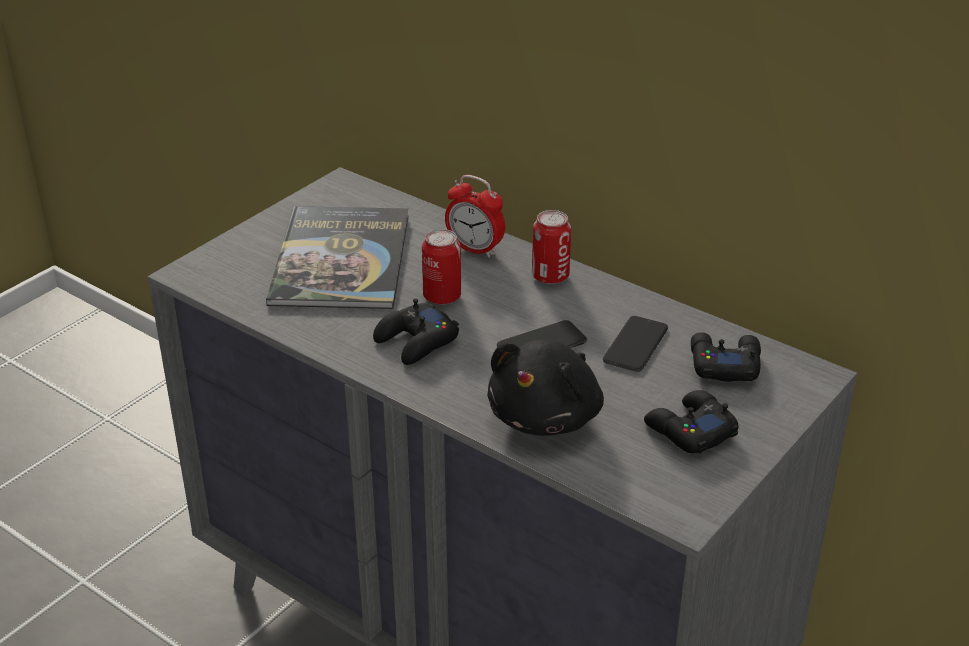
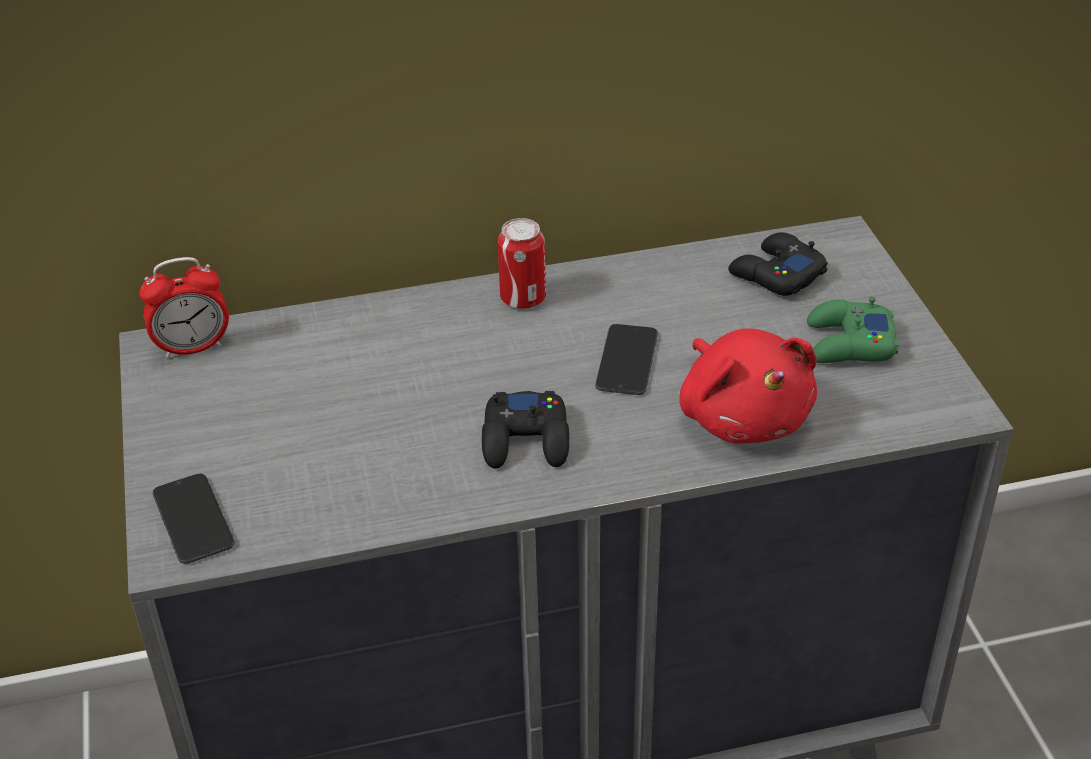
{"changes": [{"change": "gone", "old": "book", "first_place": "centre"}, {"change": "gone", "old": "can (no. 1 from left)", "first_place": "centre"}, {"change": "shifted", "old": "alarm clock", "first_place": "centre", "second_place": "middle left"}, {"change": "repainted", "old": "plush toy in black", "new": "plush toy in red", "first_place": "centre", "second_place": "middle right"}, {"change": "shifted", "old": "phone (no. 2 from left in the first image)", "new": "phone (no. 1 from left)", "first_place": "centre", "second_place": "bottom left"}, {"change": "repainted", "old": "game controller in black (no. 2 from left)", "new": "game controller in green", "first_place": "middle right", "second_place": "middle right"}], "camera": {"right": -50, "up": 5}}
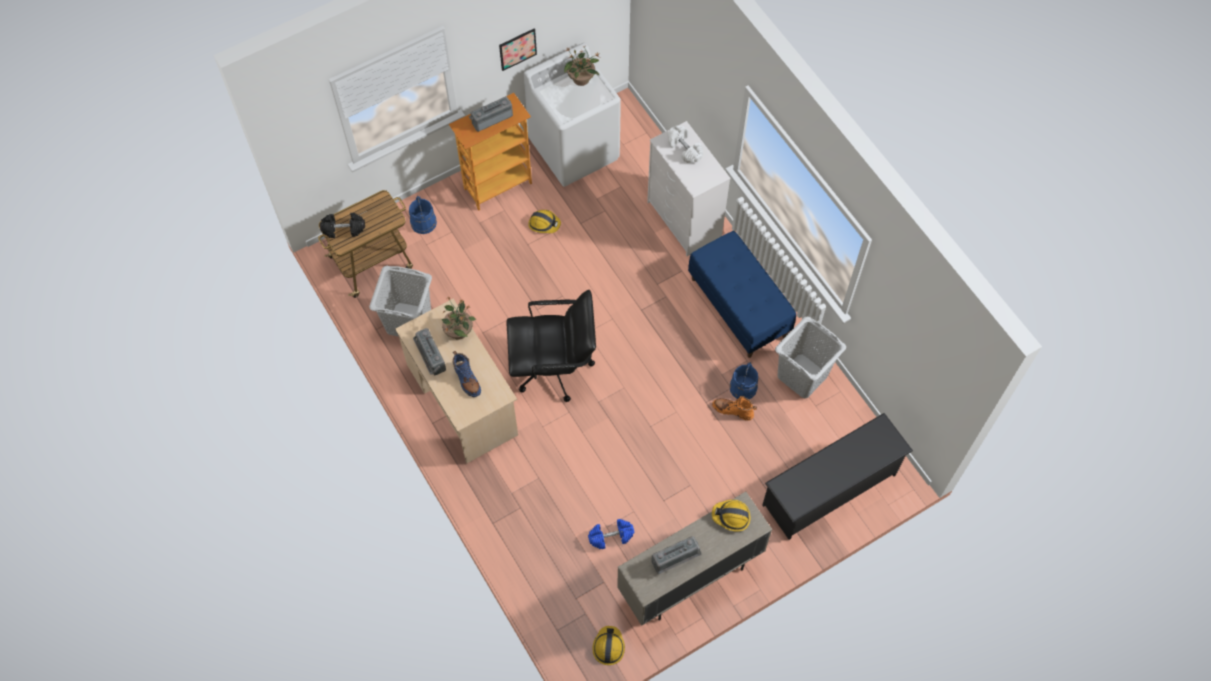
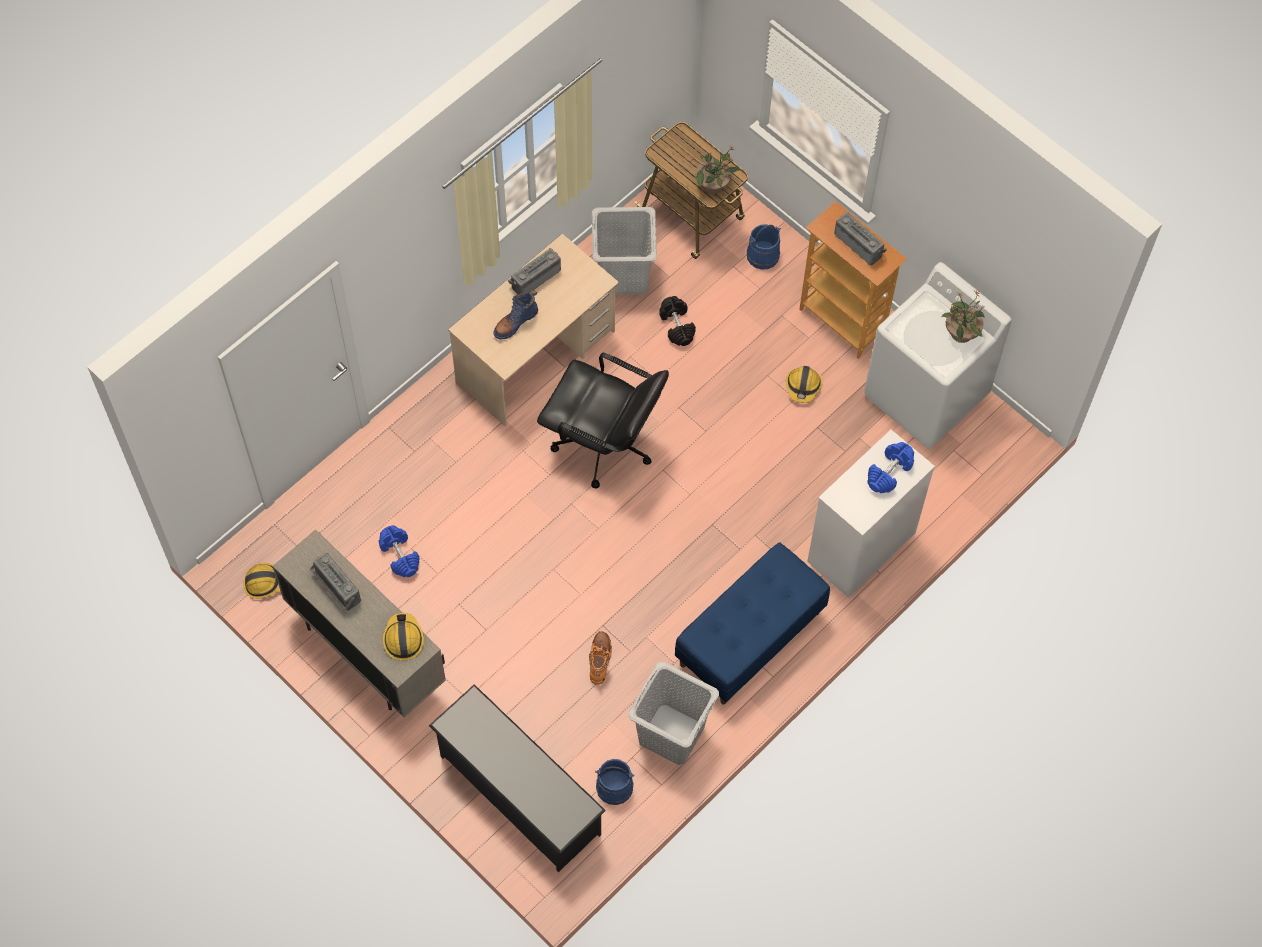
{"changes": [{"change": "shifted", "old": "dumbbell in black", "first_place": "top left", "second_place": "centre"}, {"change": "shifted", "old": "potted plant (no. 1 from left)", "first_place": "centre", "second_place": "top centre"}, {"change": "gone", "old": "picture", "first_place": "top centre"}, {"change": "rotated", "old": "office chair in black", "first_place": "centre", "second_place": "centre", "degrees": -45}, {"change": "repainted", "old": "dumbbell in white", "new": "dumbbell in blue (no. 2 from left)", "first_place": "top centre", "second_place": "middle right"}, {"change": "shifted", "old": "bucket in blue (no. 2 from left in the first image)", "new": "bucket in blue (no. 1 from left)", "first_place": "centre", "second_place": "bottom centre"}], "camera": {"right": 75, "up": 0}}
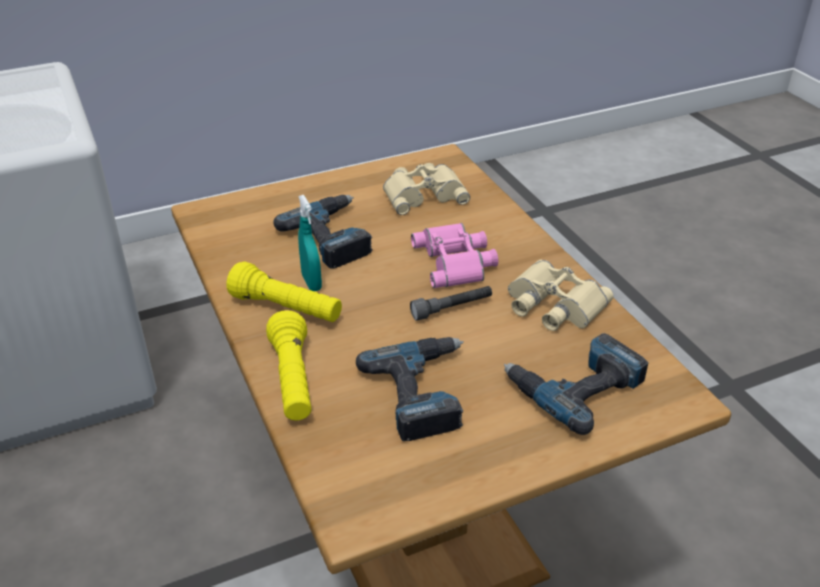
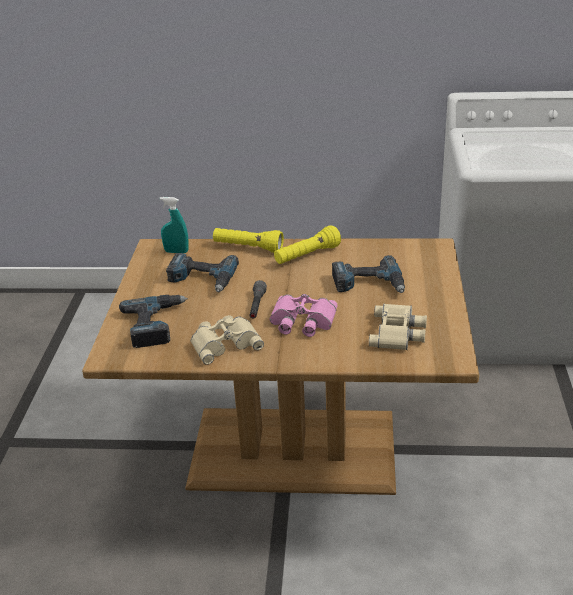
{"changes": [{"change": "shifted", "old": "spray bottle in turquoise", "first_place": "centre", "second_place": "middle left"}], "camera": {"right": 120, "up": -5}}
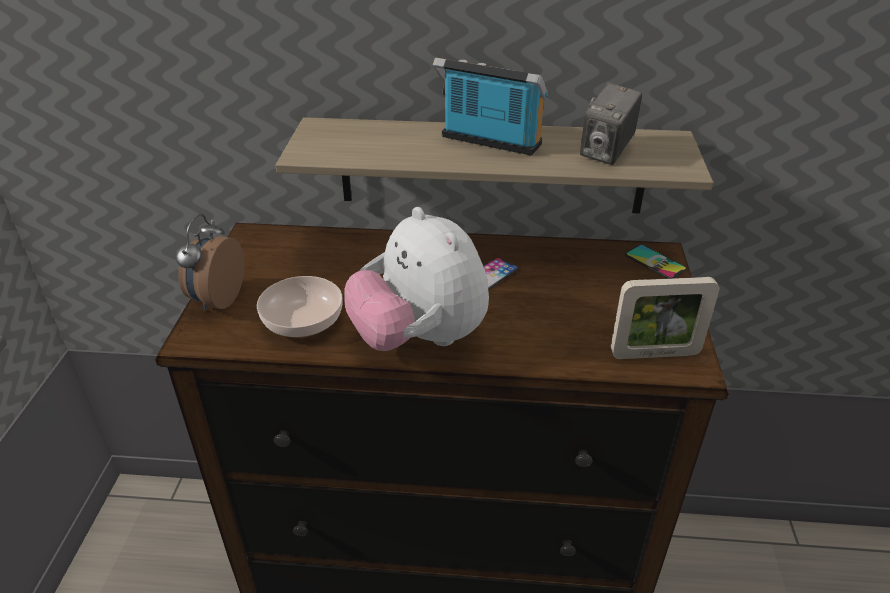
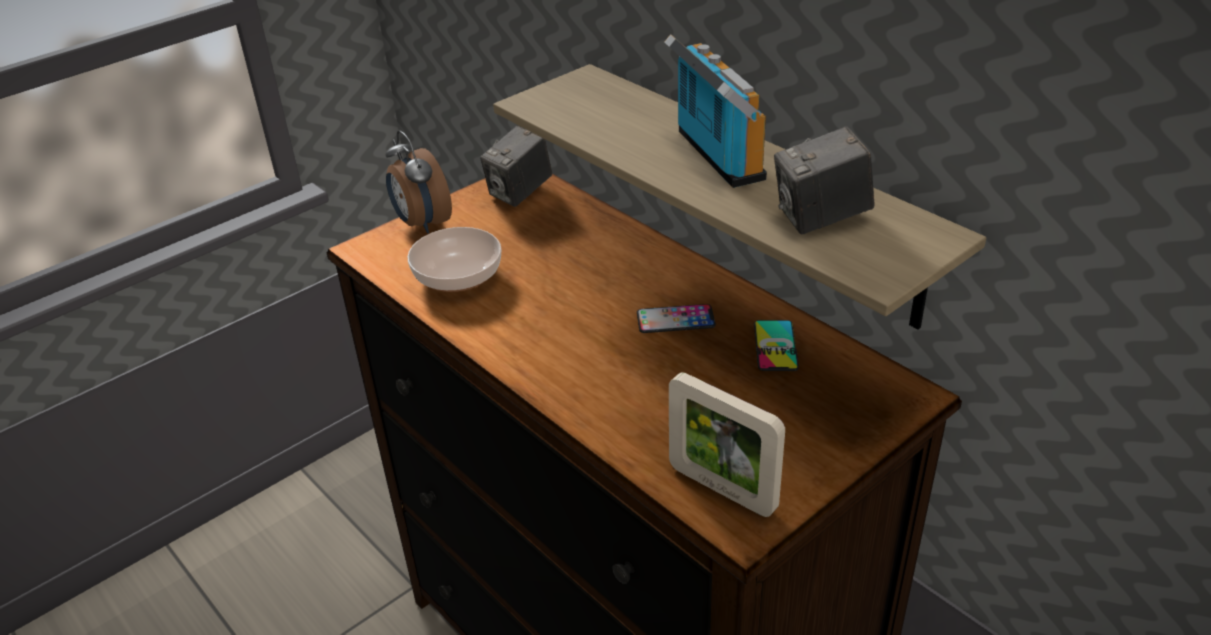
{"changes": [{"change": "rotated", "old": "alarm clock", "first_place": "middle left", "second_place": "top centre", "degrees": -90}, {"change": "gone", "old": "plush toy", "first_place": "centre"}, {"change": "shifted", "old": "phone (no. 2 from left)", "first_place": "middle right", "second_place": "centre"}, {"change": "new", "new": "photo camera (no. 1 from left)", "second_place": "top centre"}], "camera": {"right": 45, "up": 0}}
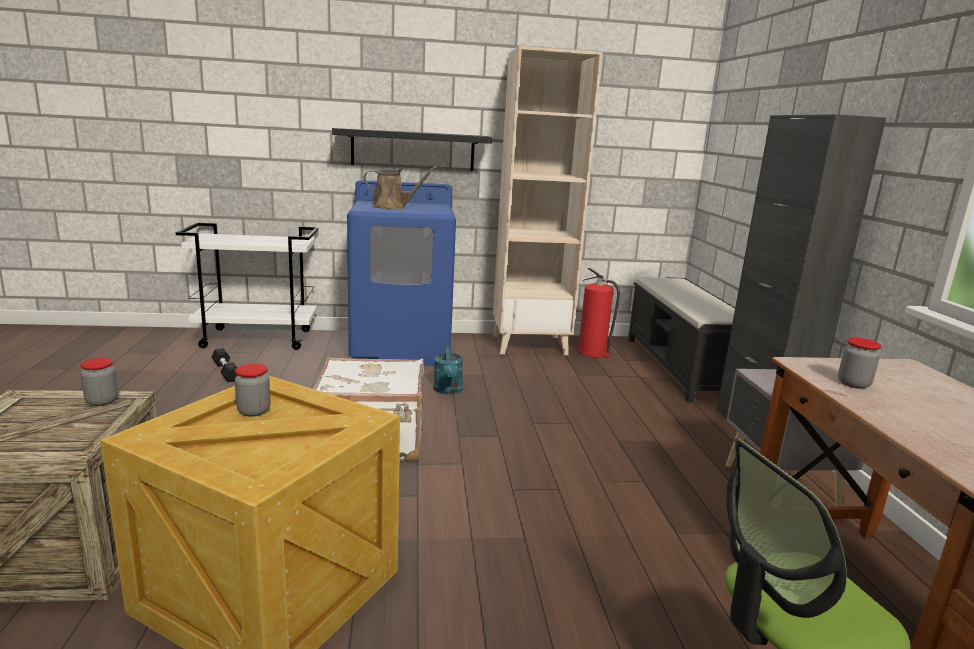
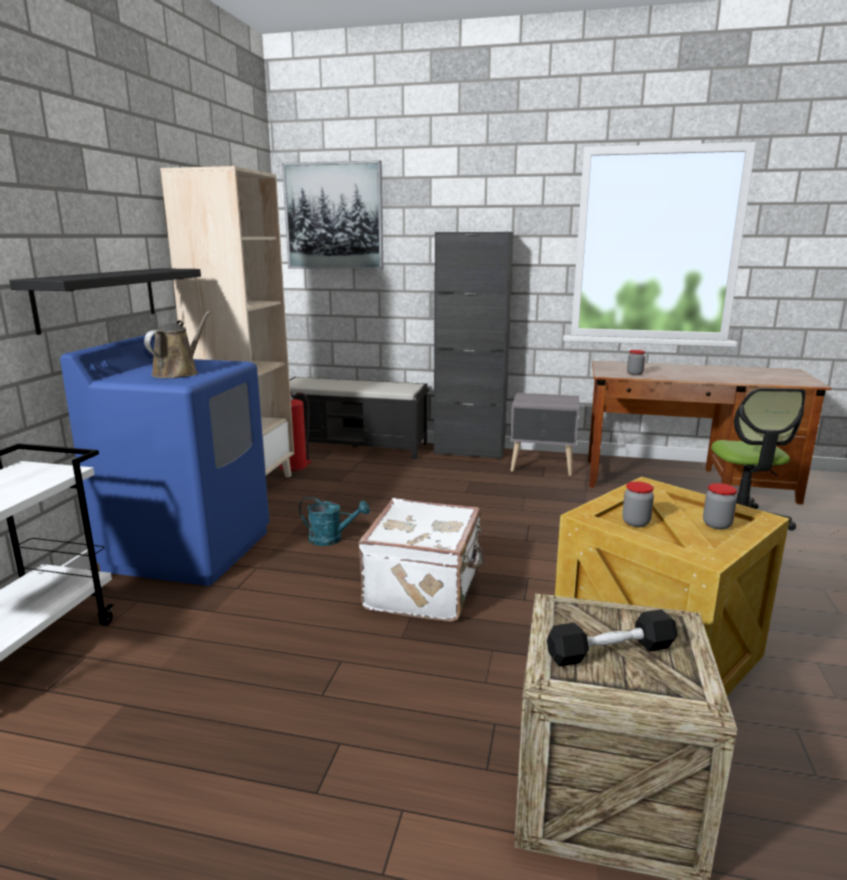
{"changes": [{"change": "shifted", "old": "jar (no. 1 from left in the first image)", "new": "jar (no. 3 from left)", "first_place": "middle left", "second_place": "middle right"}, {"change": "shifted", "old": "dumbbell in black", "first_place": "middle left", "second_place": "bottom right"}, {"change": "new", "new": "picture", "second_place": "top centre"}], "camera": {"right": -70, "up": 0}}
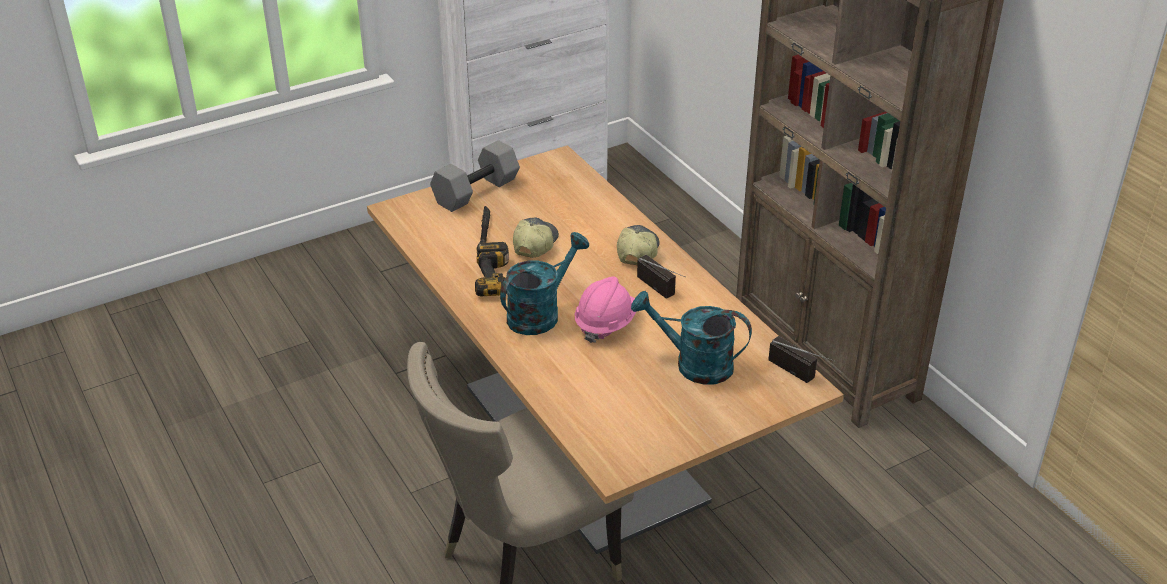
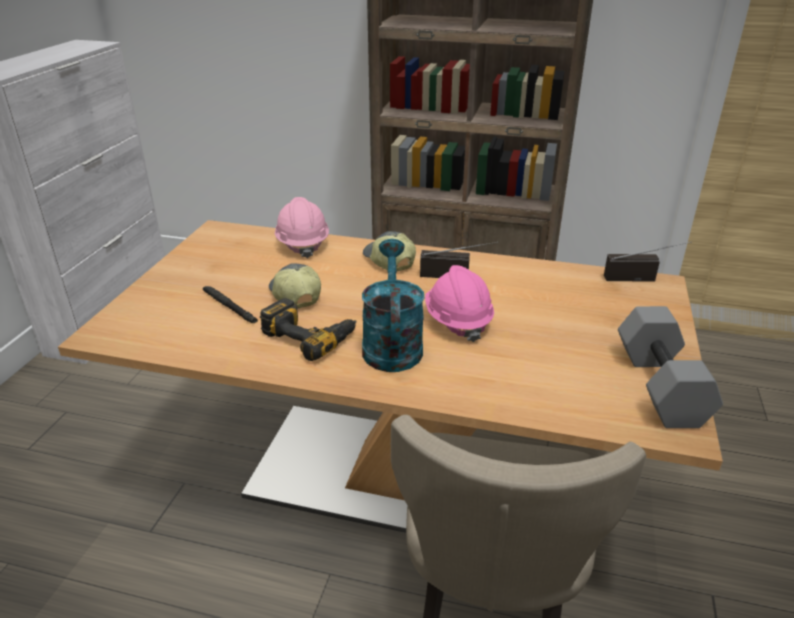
{"changes": [{"change": "shifted", "old": "dumbbell in grey", "first_place": "top centre", "second_place": "middle right"}, {"change": "gone", "old": "watering can in turquoise (no. 2 from left)", "first_place": "centre"}, {"change": "new", "new": "hard hat in pink (no. 1 from left)", "second_place": "centre"}], "camera": {"right": -45, "up": -5}}
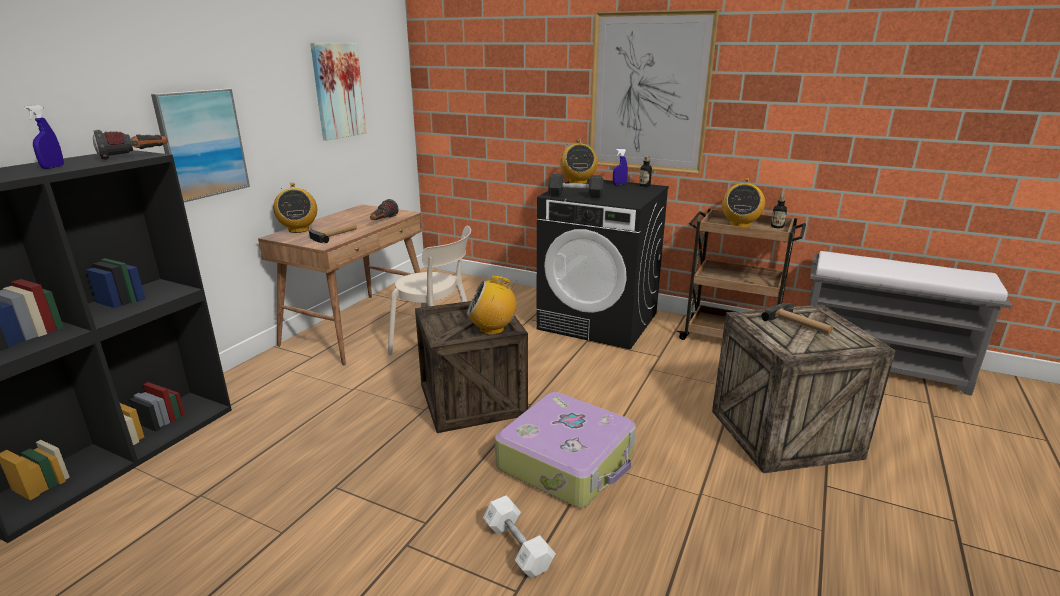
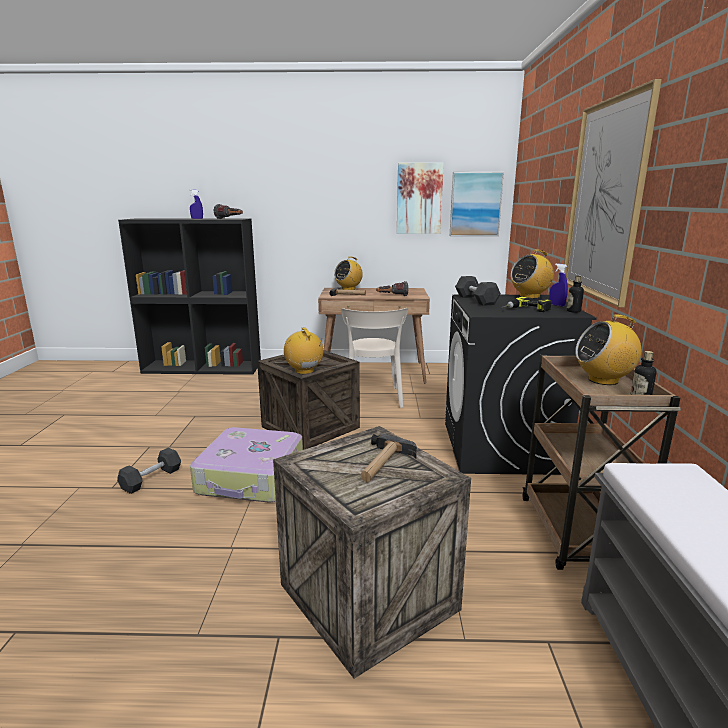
{"changes": [{"change": "shifted", "old": "picture (no. 1 from left in the first image)", "new": "picture (no. 2 from left)", "first_place": "top left", "second_place": "top centre"}, {"change": "repainted", "old": "dumbbell in white", "new": "dumbbell in black (no. 1 from left)", "first_place": "bottom centre", "second_place": "middle left"}, {"change": "new", "new": "power drill", "second_place": "middle right"}], "camera": {"right": 65, "up": -5}}
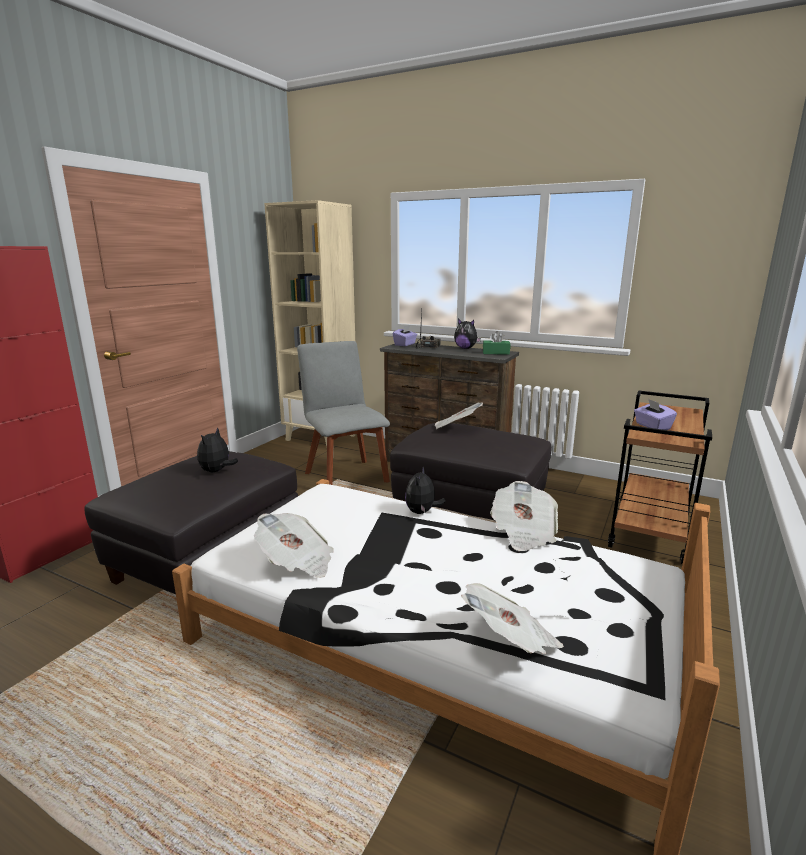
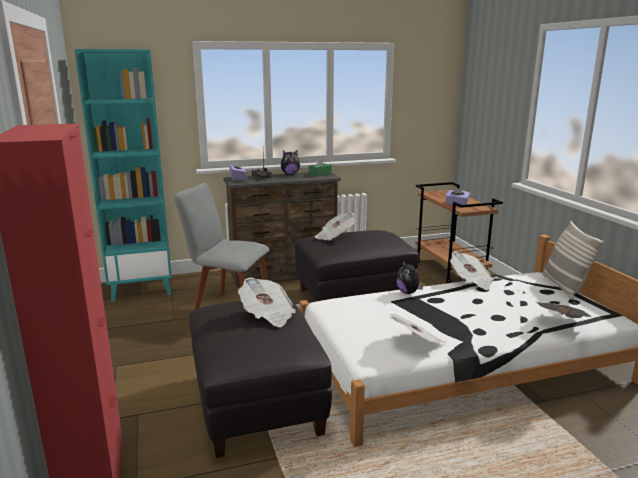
{"changes": [{"change": "swapped", "old": "plush toy (no. 1 from left)", "new": "newspaper (no. 1 from left)", "first_place": "middle left", "second_place": "centre"}, {"change": "repainted", "old": "bookcase in beige", "new": "bookcase in turquoise", "first_place": "centre", "second_place": "middle left"}, {"change": "new", "new": "pillow", "second_place": "middle right"}], "camera": {"right": -45, "up": 0}}
